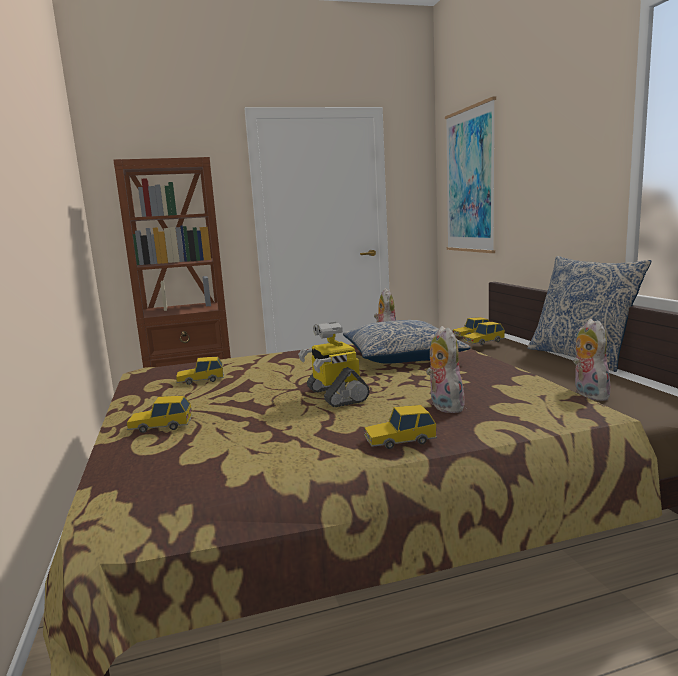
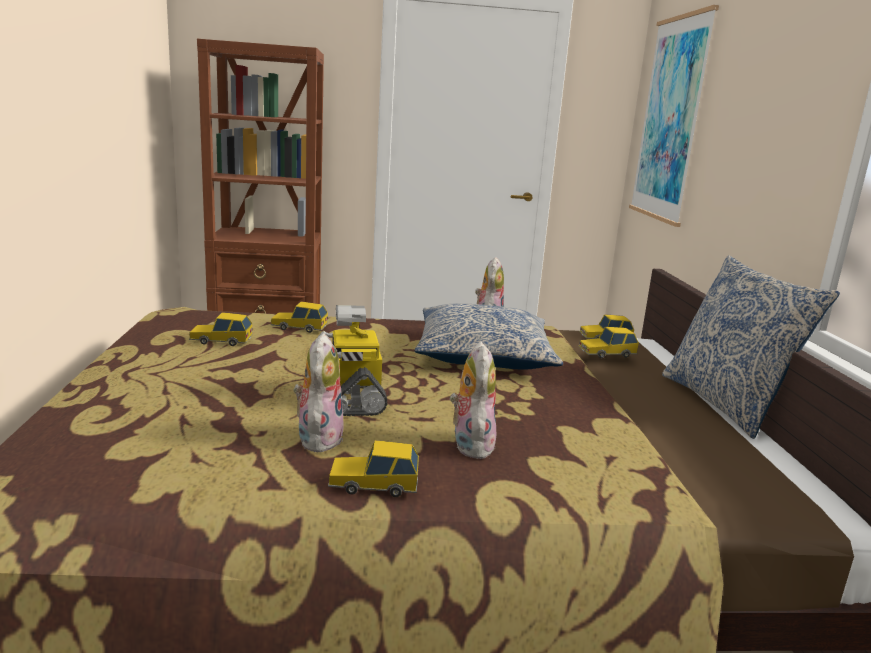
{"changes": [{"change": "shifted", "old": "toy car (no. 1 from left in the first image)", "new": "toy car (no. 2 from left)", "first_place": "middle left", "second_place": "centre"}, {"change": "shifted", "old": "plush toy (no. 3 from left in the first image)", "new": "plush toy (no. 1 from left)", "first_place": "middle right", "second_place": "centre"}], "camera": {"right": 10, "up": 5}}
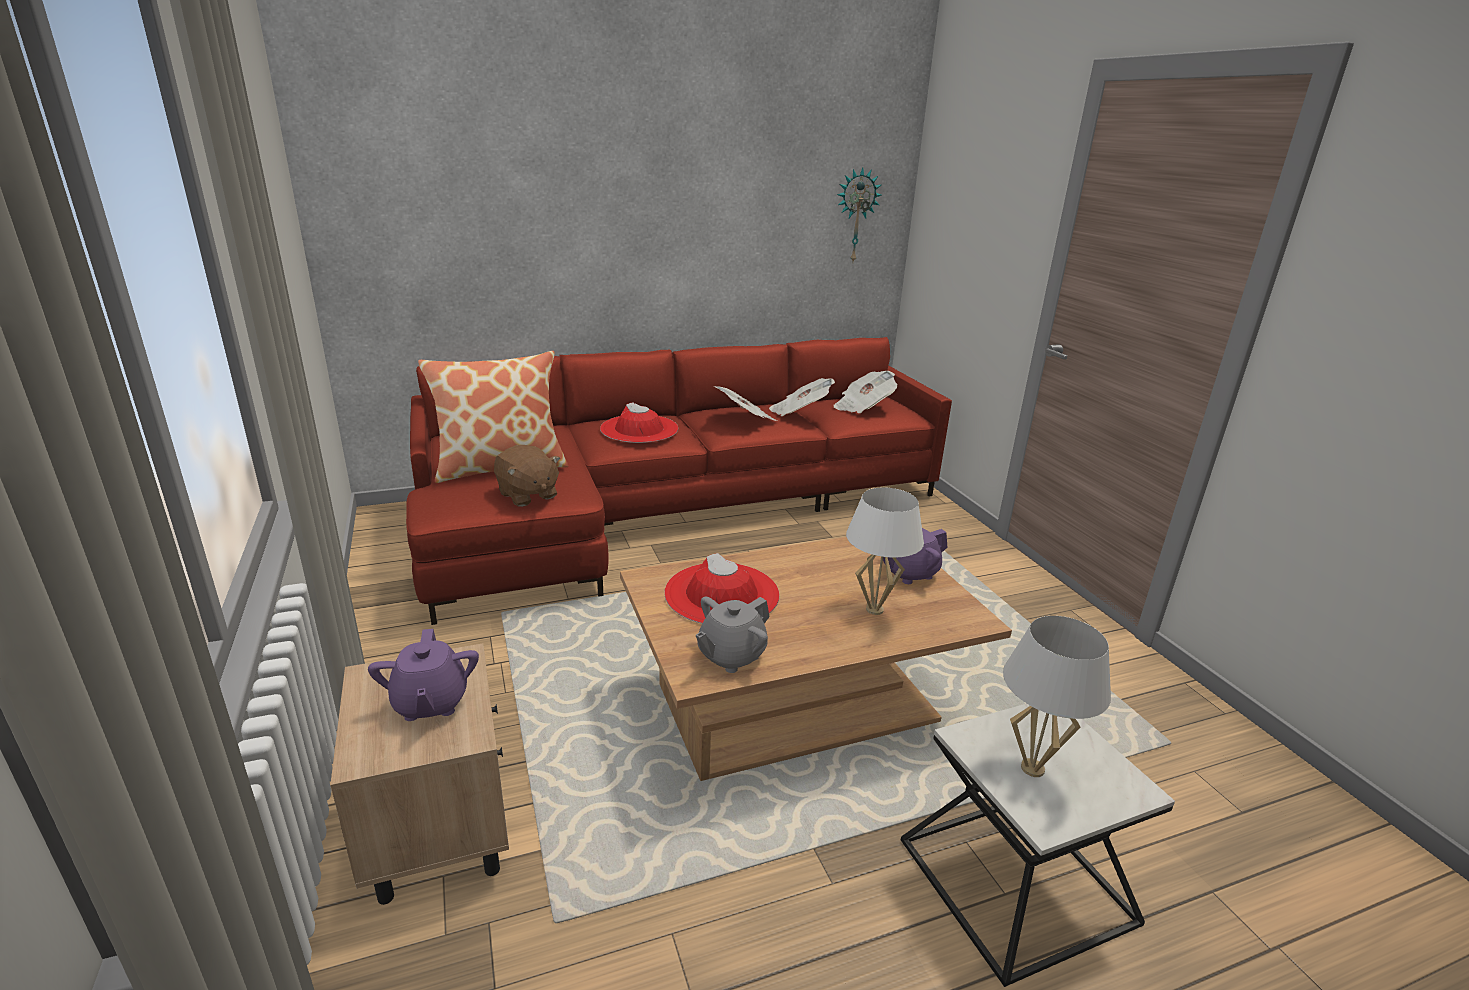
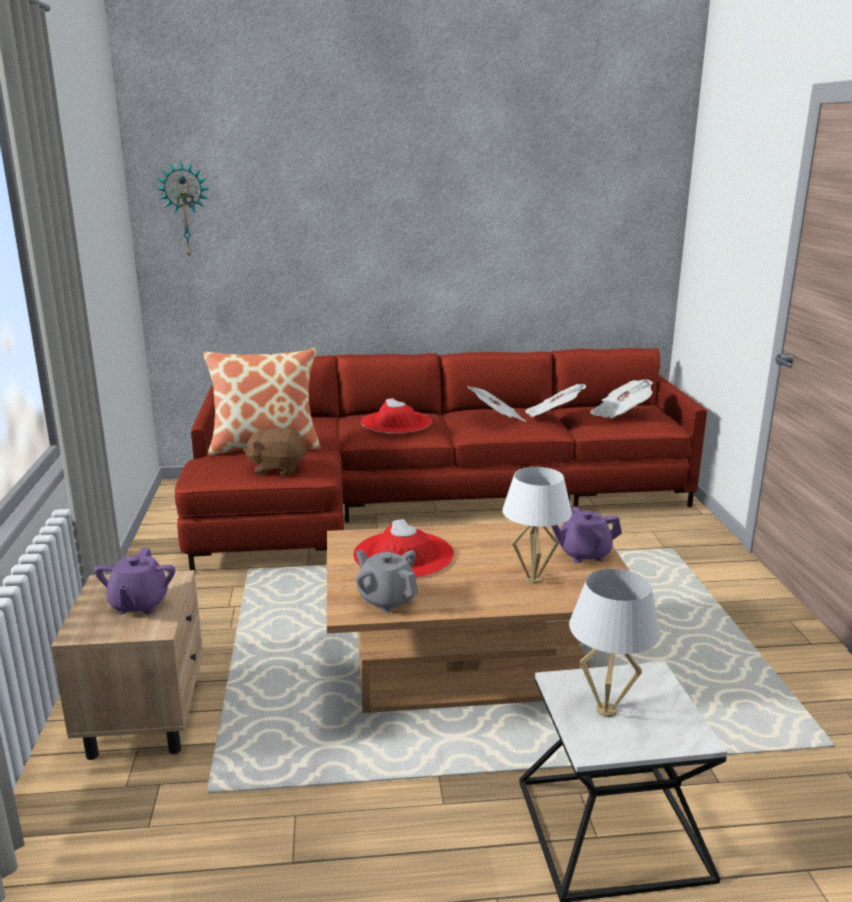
{"changes": [{"change": "rotated", "old": "plush toy in brown", "first_place": "centre", "second_place": "middle left", "degrees": 120}, {"change": "rotated", "old": "teapot in grey", "first_place": "centre", "second_place": "centre", "degrees": 75}, {"change": "shifted", "old": "wall clock", "first_place": "top centre", "second_place": "top left"}], "camera": {"right": 15, "up": -5}}
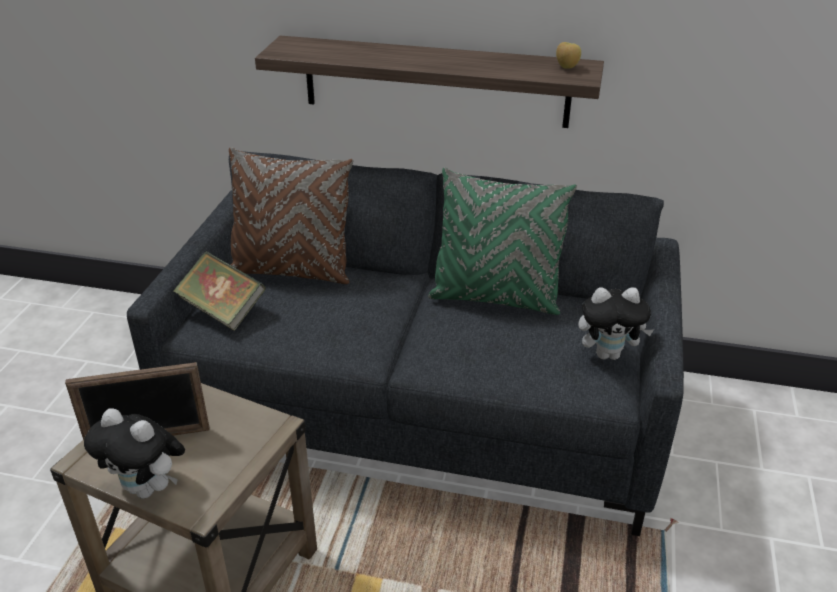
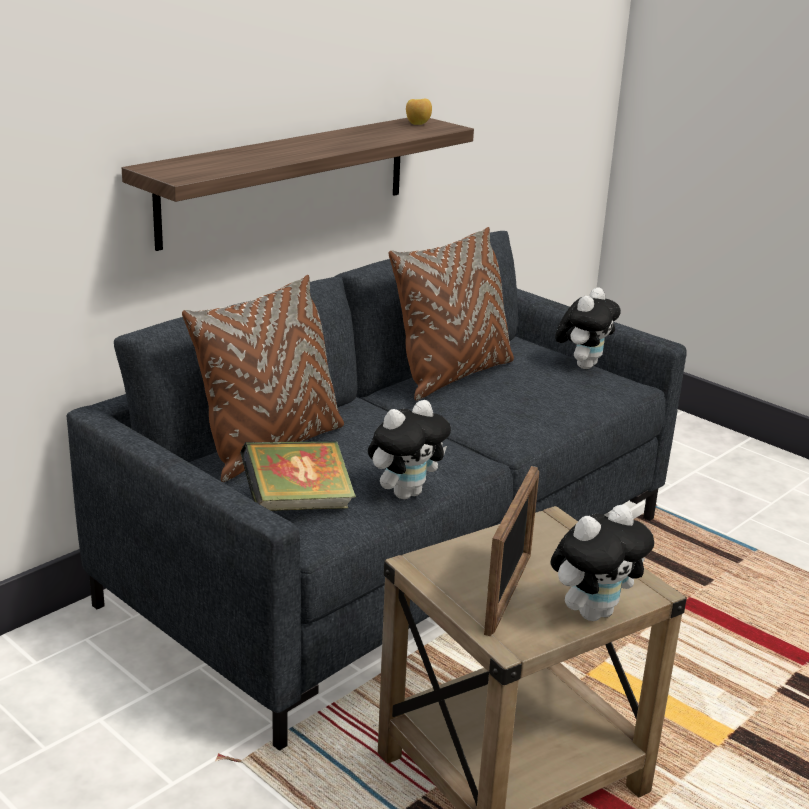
{"changes": [{"change": "repainted", "old": "pillow in green", "new": "pillow in brown (no. 2 from left)", "first_place": "centre", "second_place": "centre"}, {"change": "new", "new": "plush toy (no. 1 from left)", "second_place": "centre"}], "camera": {"right": -60, "up": -10}}
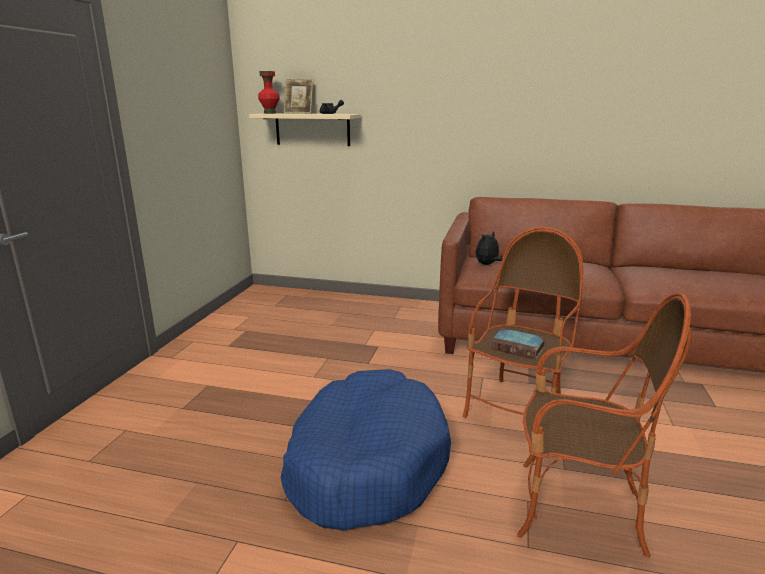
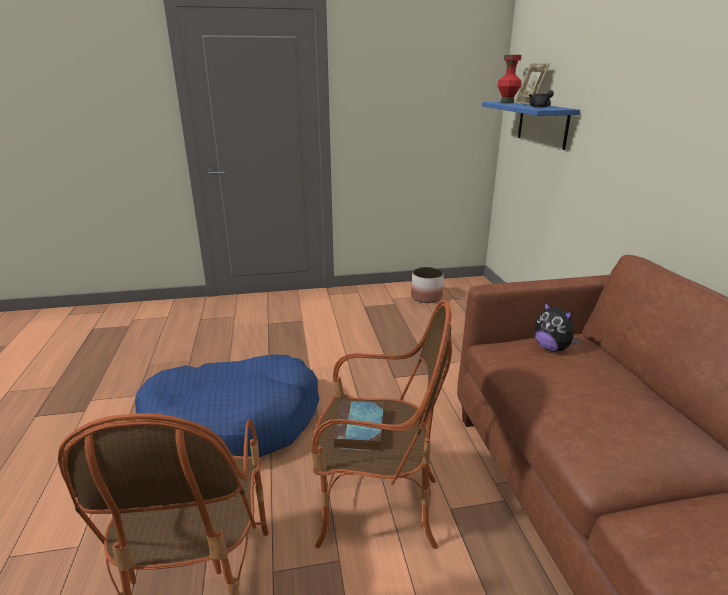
{"changes": [{"change": "repainted", "old": "shelf in beige", "new": "shelf in blue", "first_place": "top centre", "second_place": "top right"}, {"change": "rotated", "old": "plush toy", "first_place": "centre", "second_place": "middle right", "degrees": -150}, {"change": "new", "new": "planter", "second_place": "centre"}], "camera": {"right": 65, "up": 5}}
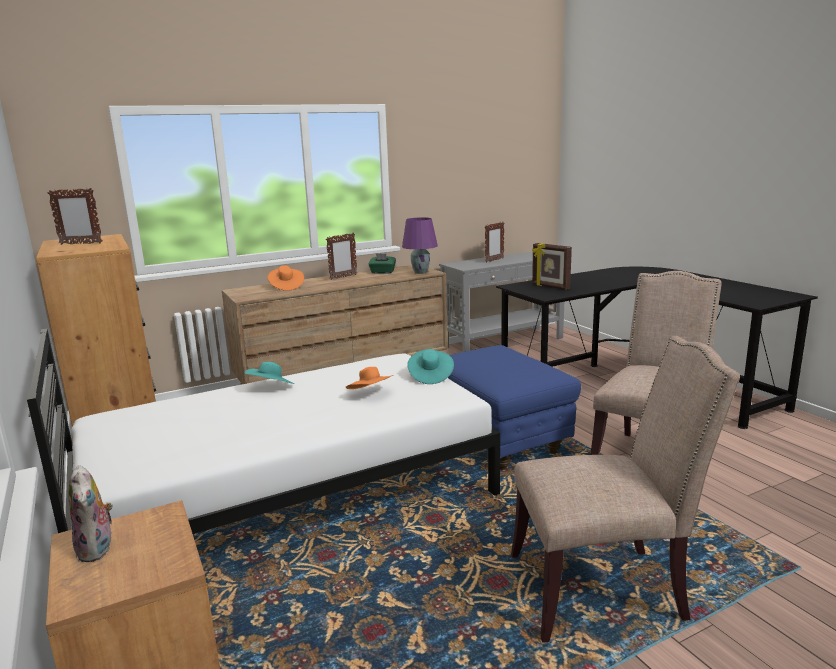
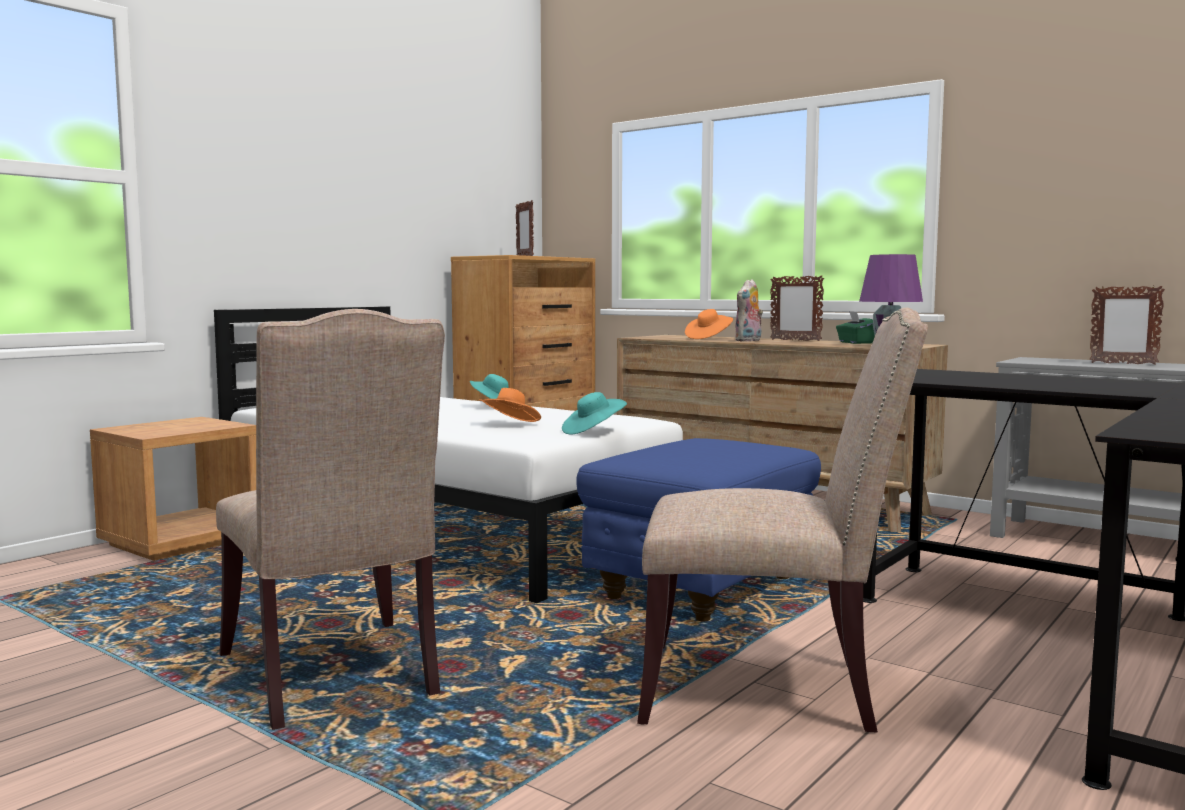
{"changes": [{"change": "shifted", "old": "plush toy", "first_place": "bottom left", "second_place": "centre"}, {"change": "gone", "old": "picture frame (no. 4 from left)", "first_place": "centre"}], "camera": {"right": 65, "up": -10}}
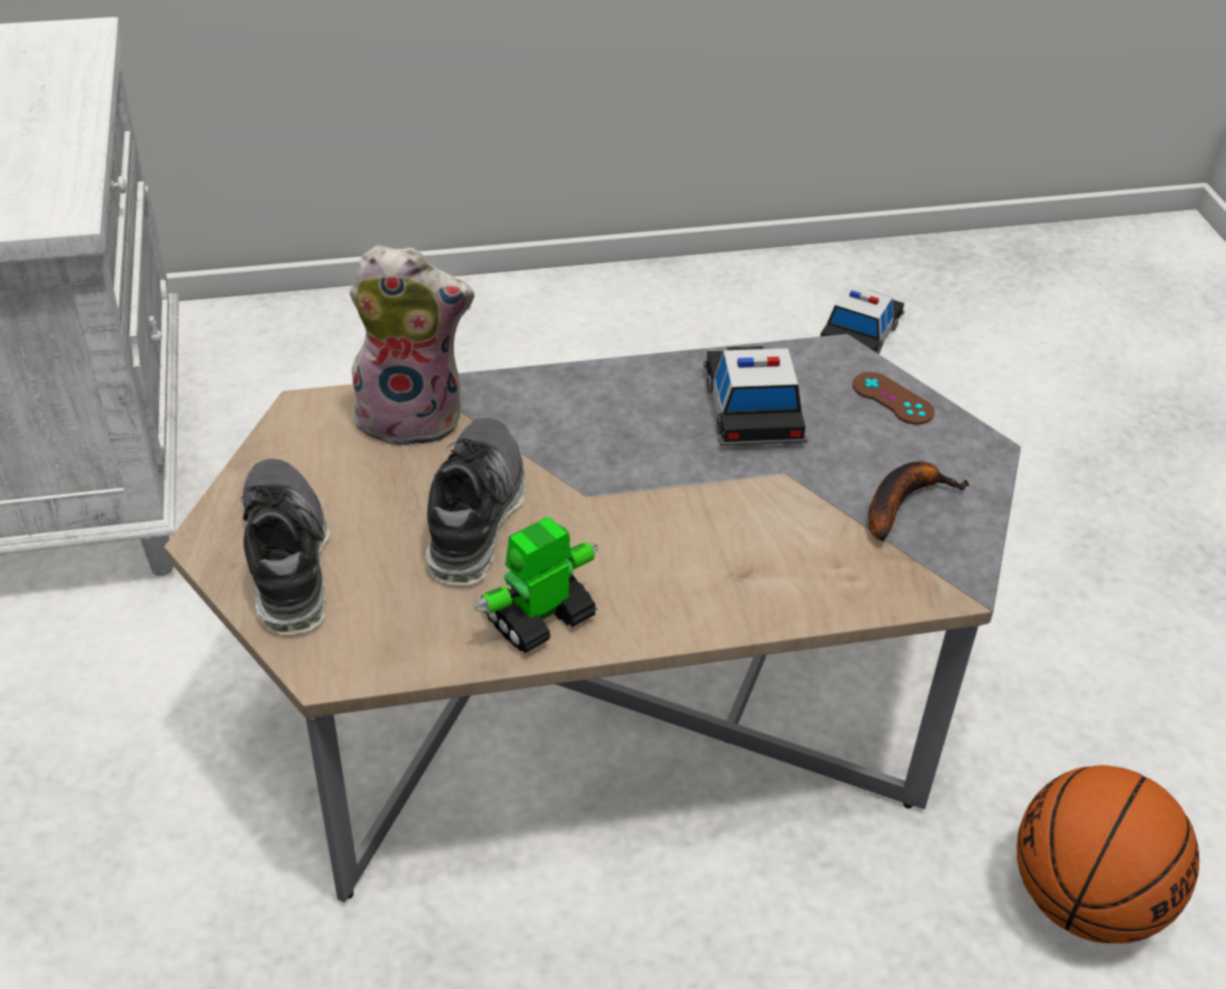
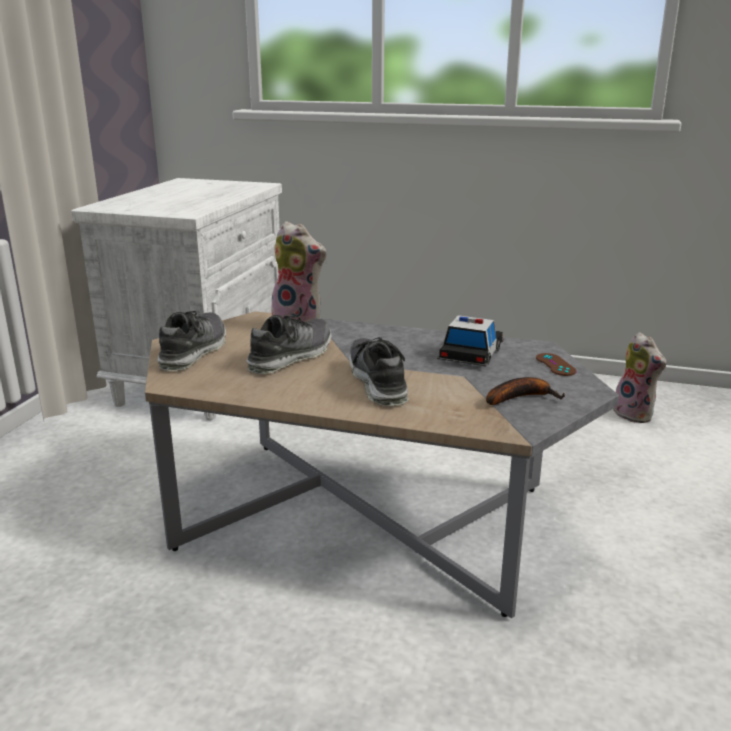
{"changes": [{"change": "gone", "old": "toy robot", "first_place": "centre"}, {"change": "swapped", "old": "toy car (no. 2 from left)", "new": "plush toy (no. 2 from left)", "first_place": "top right", "second_place": "middle right"}, {"change": "gone", "old": "basketball", "first_place": "bottom right"}, {"change": "new", "new": "shoe (no. 3 from left)", "second_place": "centre"}], "camera": {"right": 30, "up": -20}}
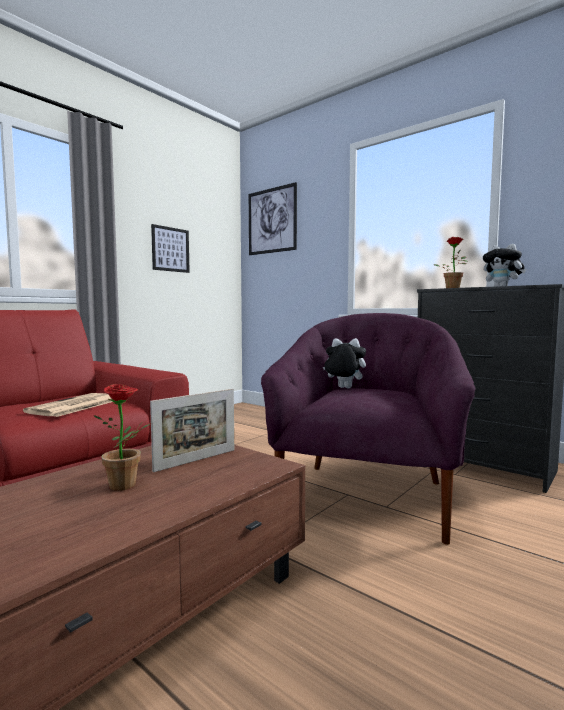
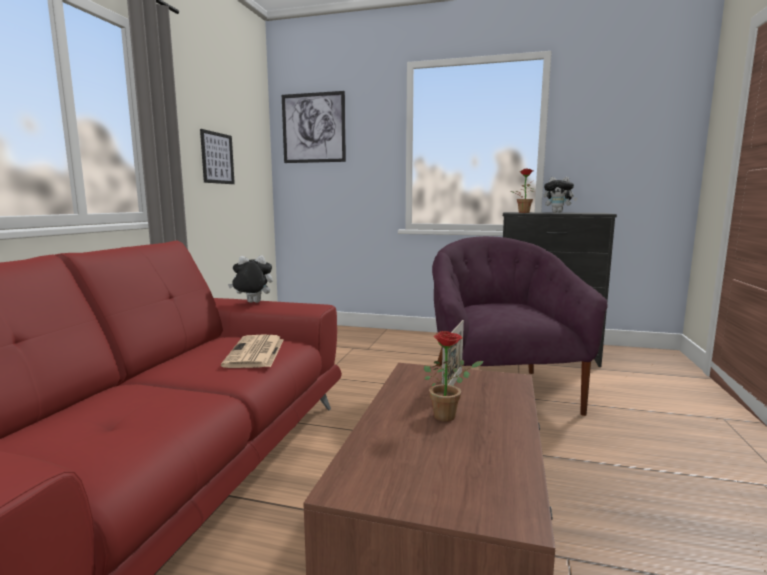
{"changes": [{"change": "shifted", "old": "plush toy (no. 1 from left)", "first_place": "centre", "second_place": "middle left"}], "camera": {"right": -25, "up": 5}}
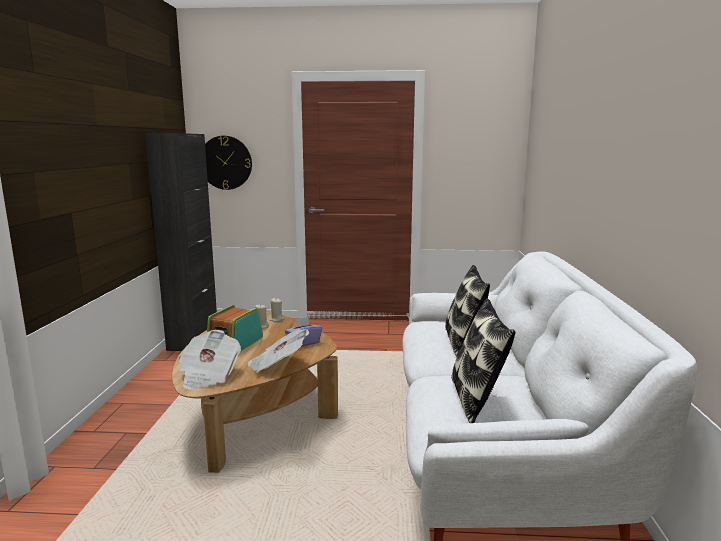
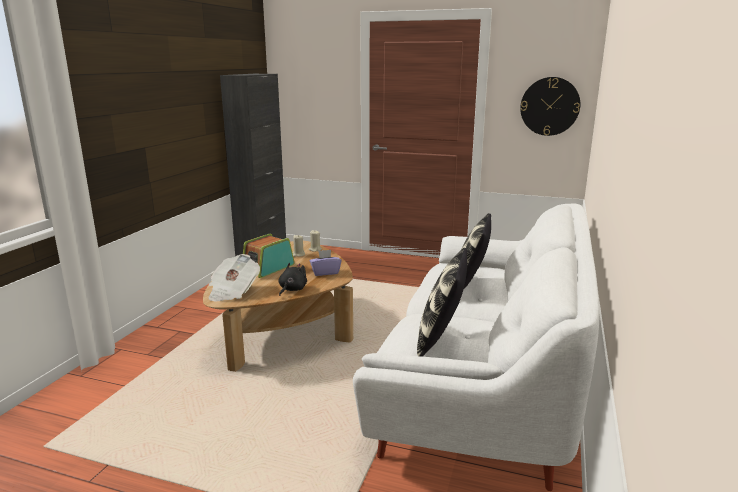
{"changes": [{"change": "shifted", "old": "wall clock", "first_place": "top left", "second_place": "top right"}, {"change": "swapped", "old": "newspaper (no. 2 from left)", "new": "plush toy in black", "first_place": "centre", "second_place": "centre"}], "camera": {"right": 15, "up": 5}}
